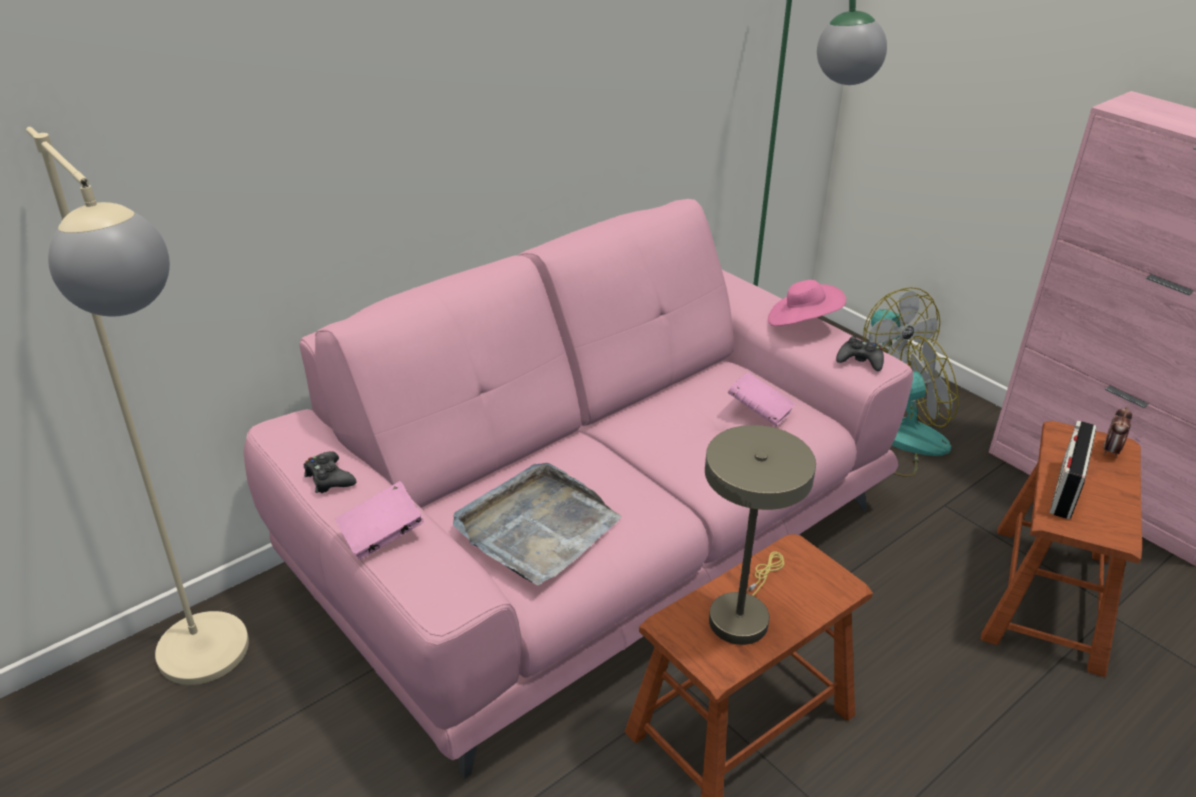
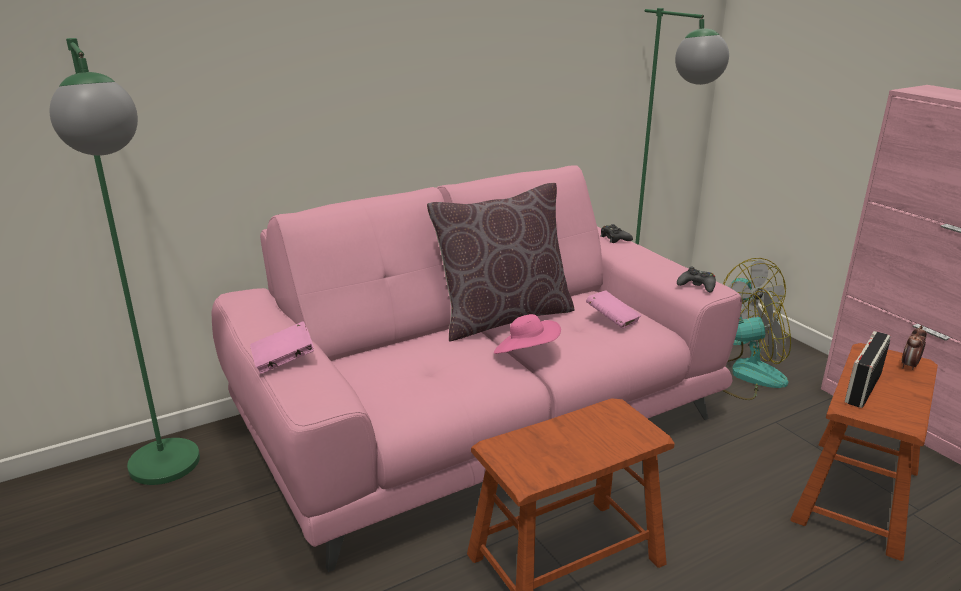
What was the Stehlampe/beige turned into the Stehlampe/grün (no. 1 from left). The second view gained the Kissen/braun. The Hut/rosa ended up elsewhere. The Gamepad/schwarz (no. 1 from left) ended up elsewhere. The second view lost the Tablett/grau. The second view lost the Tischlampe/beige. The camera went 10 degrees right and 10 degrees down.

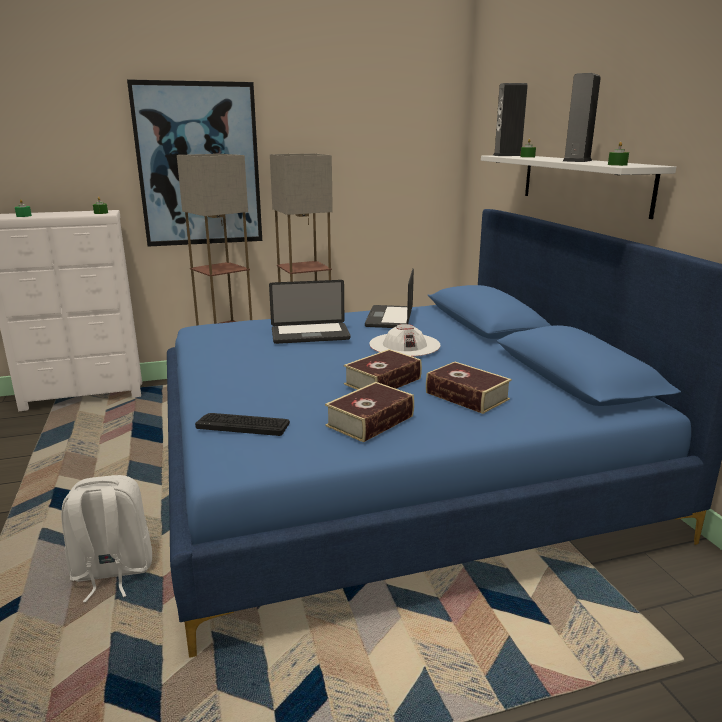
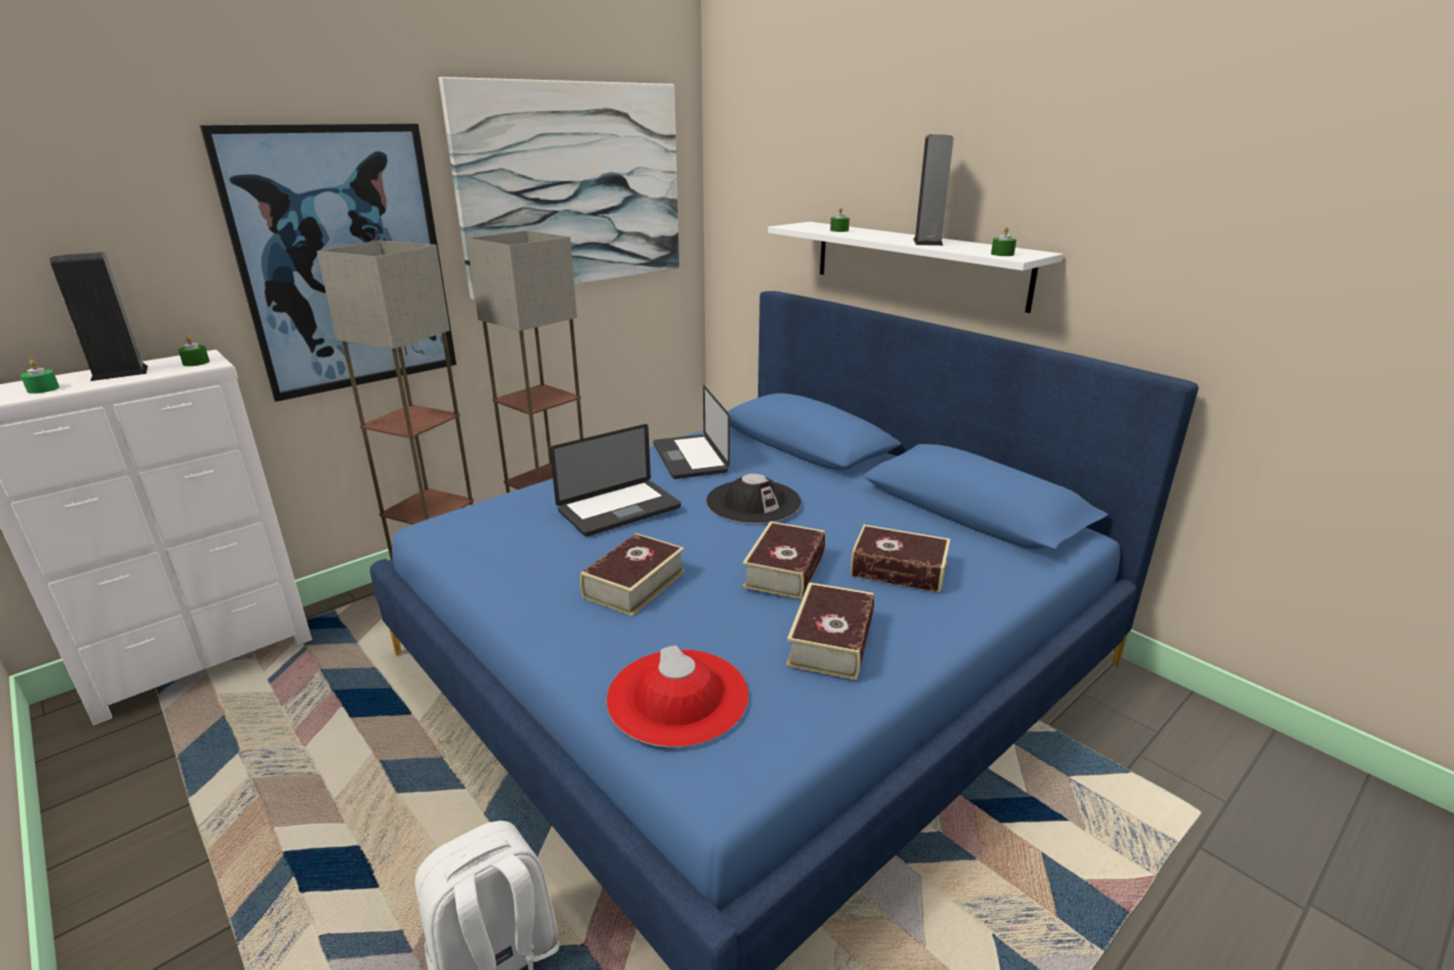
The Lautsprecher (no. 1 from left) ended up elsewhere. The second view gained the Bild (no. 2 from left). The second view gained the Buch (no. 1 from left). Where the Tastatur stood, the Hut/rot came to stand. What was the Hut/weiß turned into the Hut/schwarz. The camera went 25 degrees left and 5 degrees up.

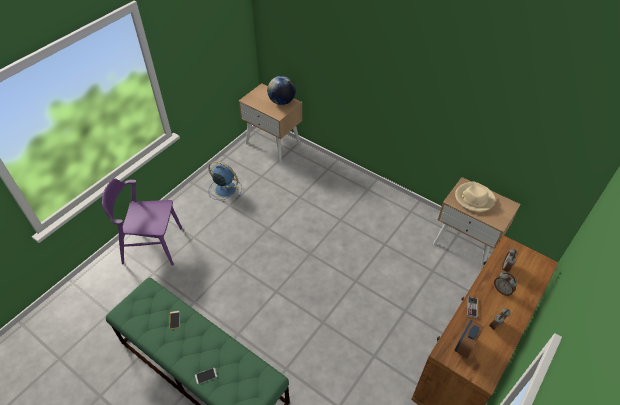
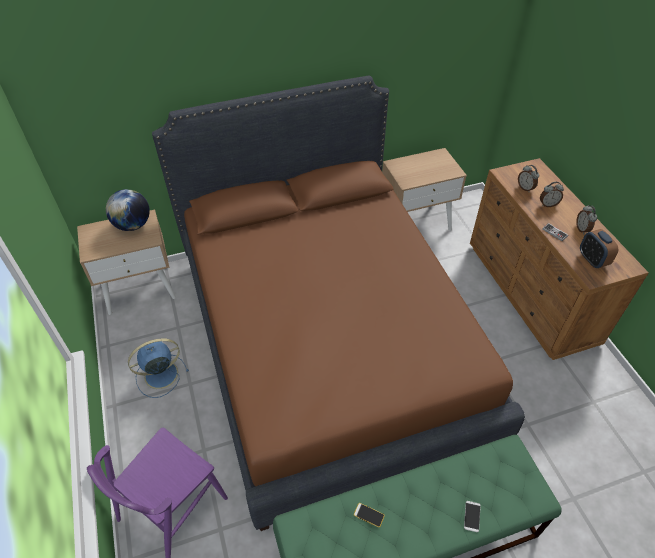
The second view gained the Bett/braun. The second view lost the Hut/beige. The camera went 55 degrees left and 0 degrees up.

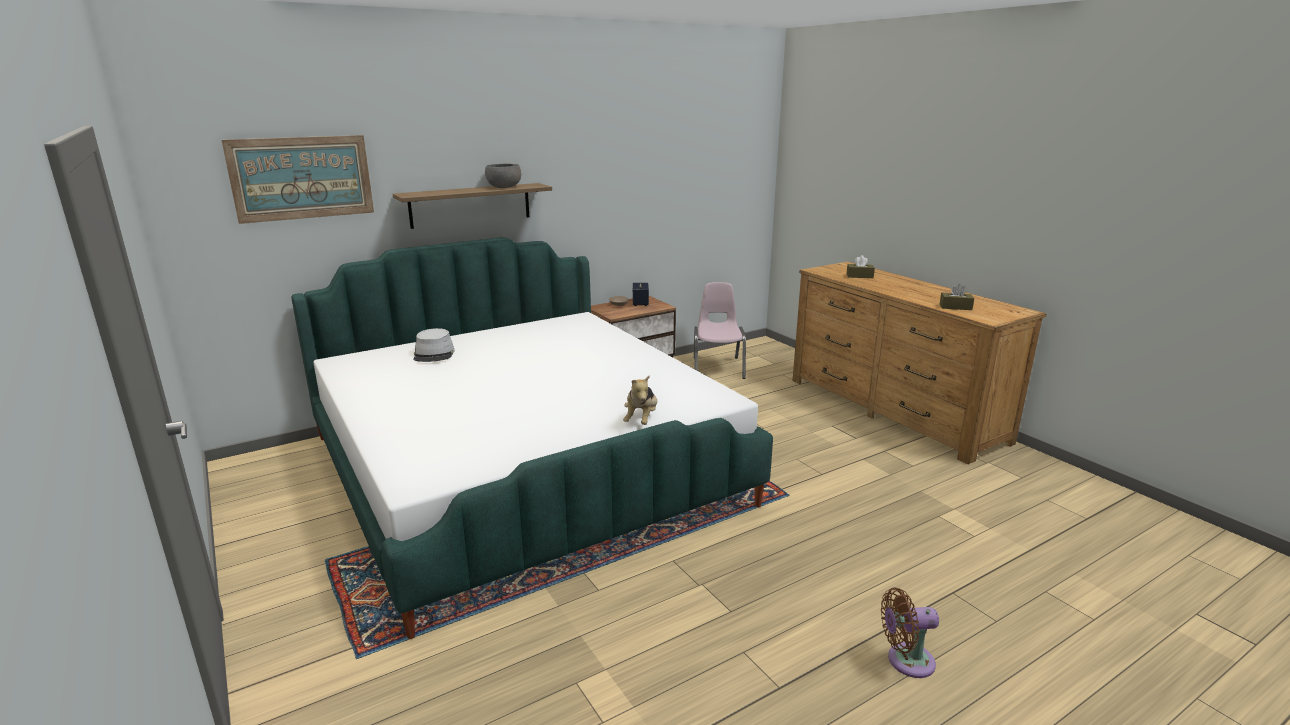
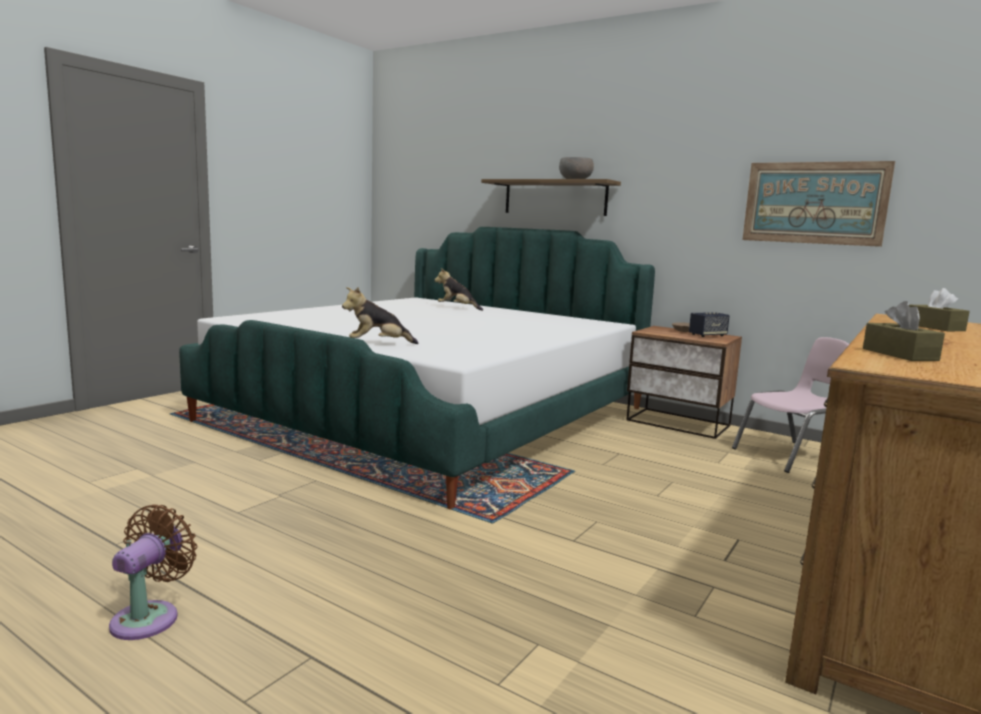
The Ventilator/braun ended up facing another way, 45 degrees clockwise from before. Where the Hut/grau stood, the Plüschtier (no. 2 from left) came to stand. The Bild ended up elsewhere. The camera went 65 degrees right and 10 degrees down.

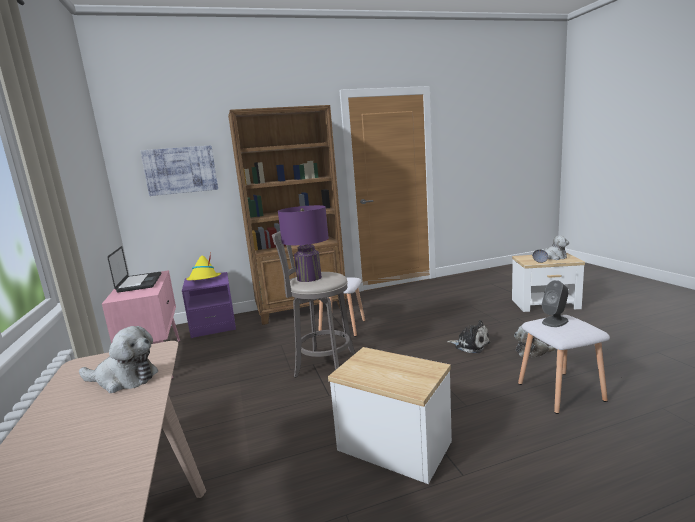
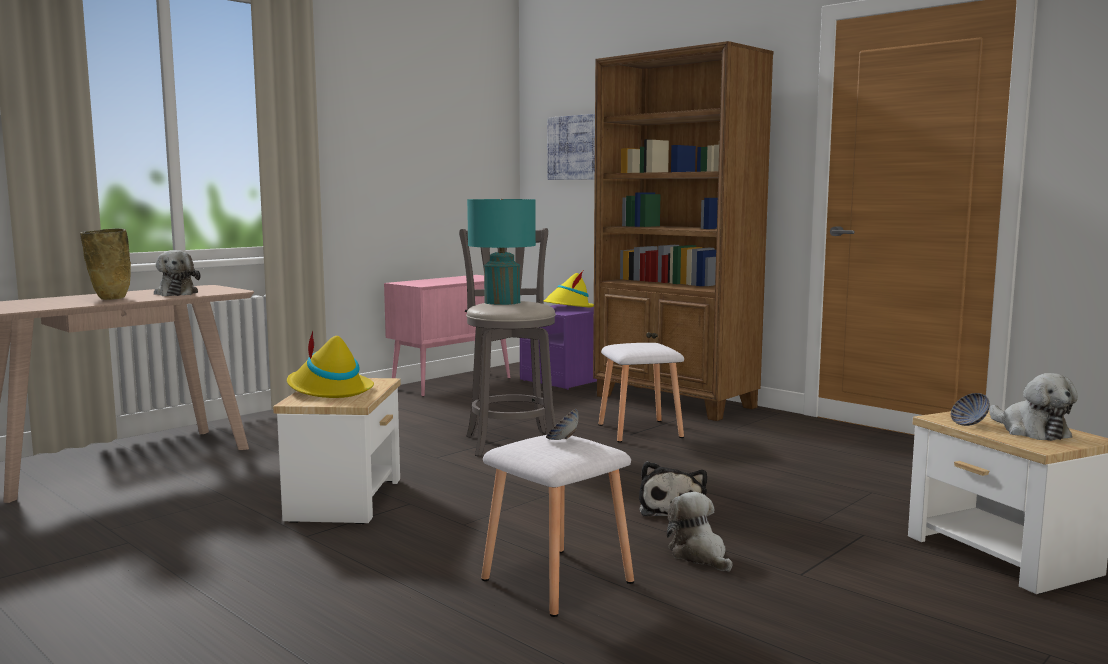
The second view gained the Vase/beige. The second view gained the Hut/gelb (no. 1 from left). What was the Tischlampe/lila turned into the Tischlampe/türkis. Where the Lautsprecher/grau stood, the Schüssel (no. 1 from left) came to stand. The second view lost the Laptop. The camera went 60 degrees right and 5 degrees down.

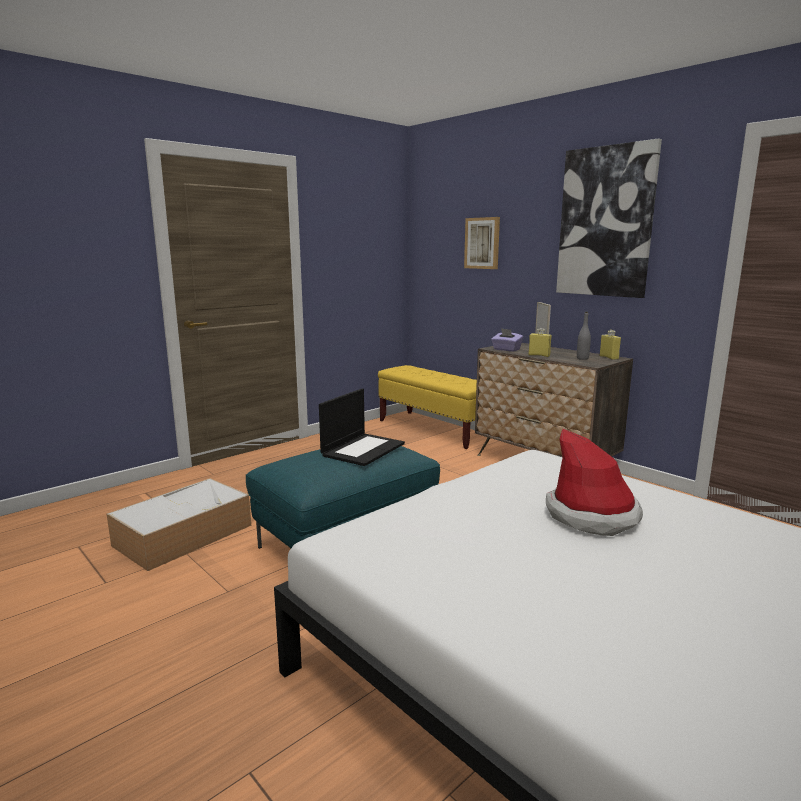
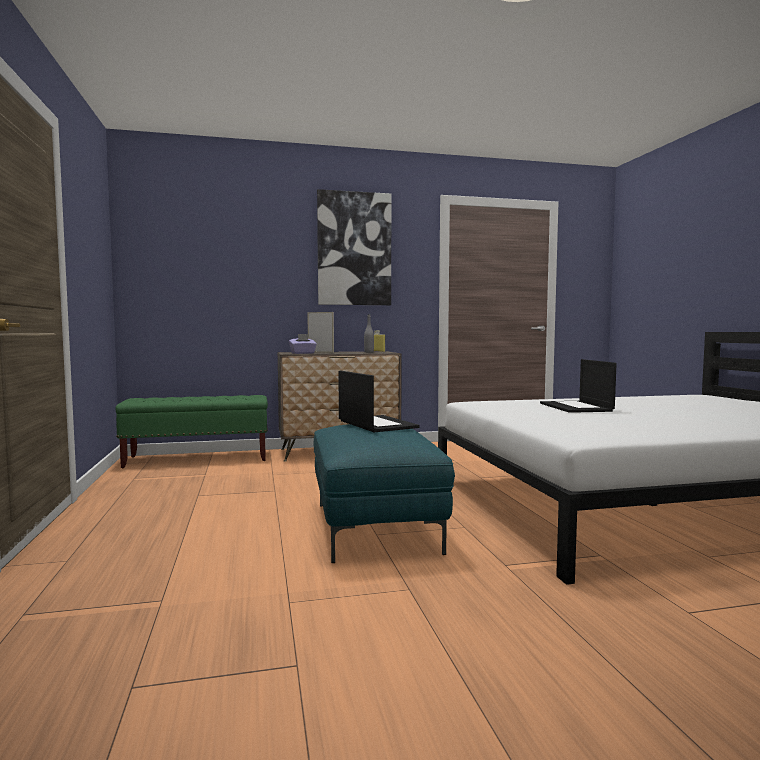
What was the Bank/gelb turned into the Bank/grün. Where the Hut stood, the Laptop (no. 2 from left) came to stand. The second view lost the Aufbewahrungsbox. The second view lost the Bild (no. 1 from left). The second view lost the Flasche/gelb (no. 1 from left). The camera went 60 degrees left and 10 degrees down.

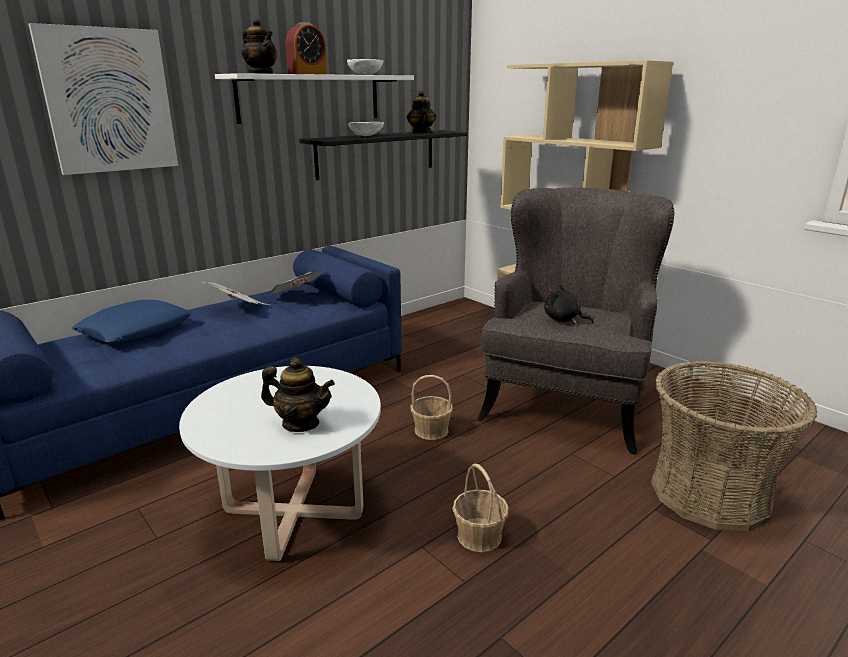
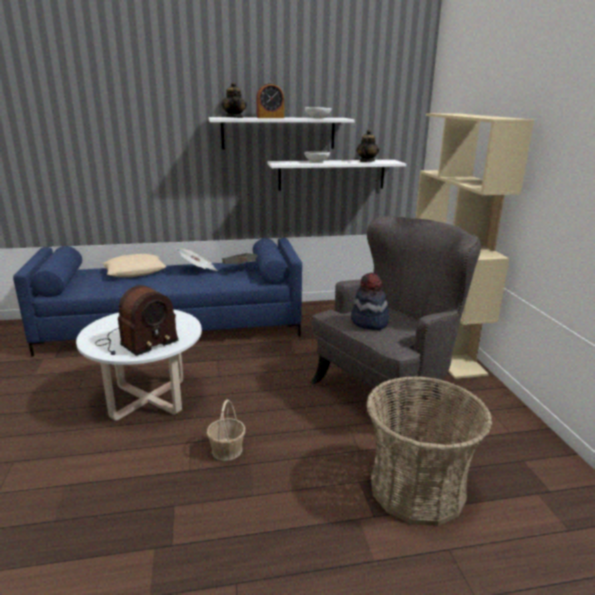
Where the Teekanne (no. 2 from left) stood, the Radio came to stand. What was the Kissen/blau turned into the Kissen/beige. What was the Wandregal/schwarz turned into the Wandregal/weiß (no. 2 from left). Where the Plüschtier/schwarz stood, the Hut came to stand. The second view lost the Bild. The second view lost the Korb (no. 1 from left). The camera went 30 degrees right and 0 degrees up.

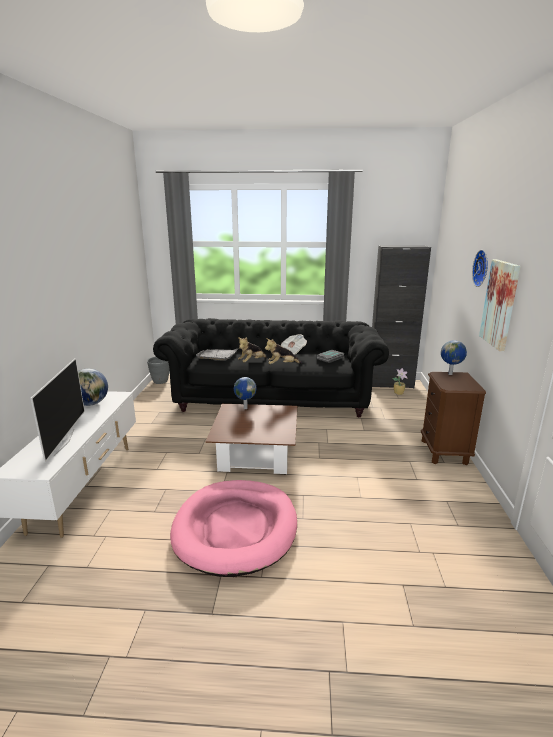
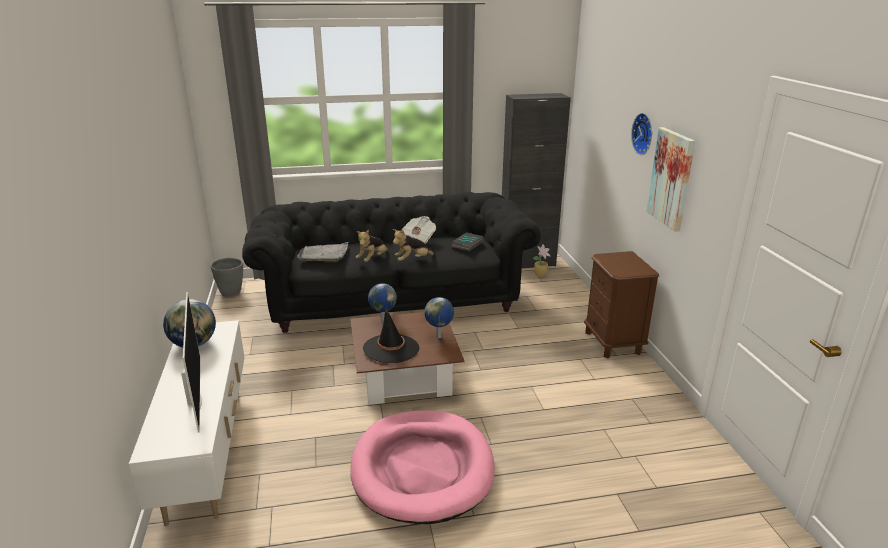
The second view gained the Hut/schwarz. The Globus (no. 3 from left) ended up elsewhere. The camera went 15 degrees left and 5 degrees up.

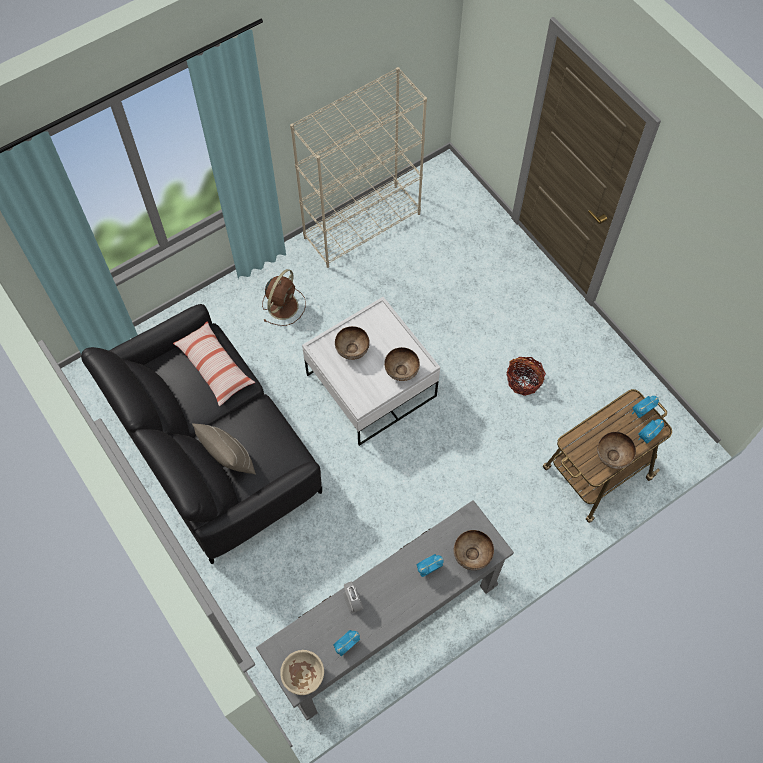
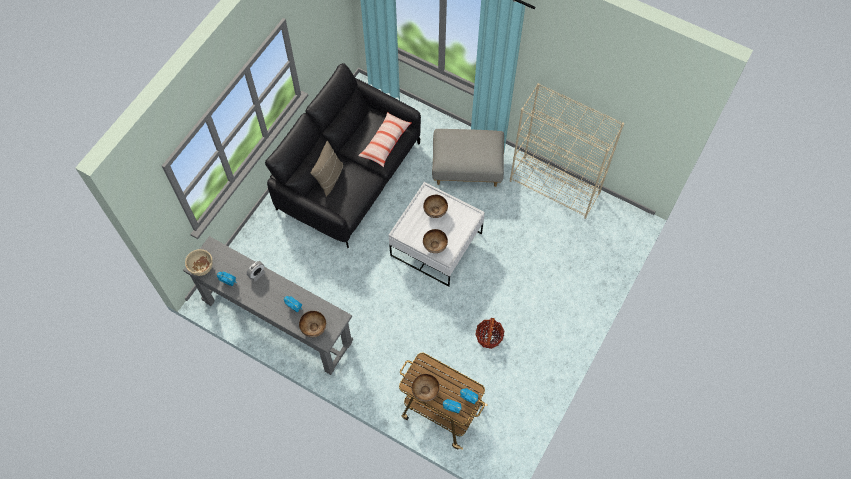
Where the Ventilator/braun stood, the Polsterhocker/grau came to stand. The camera went 65 degrees right and 0 degrees up.

